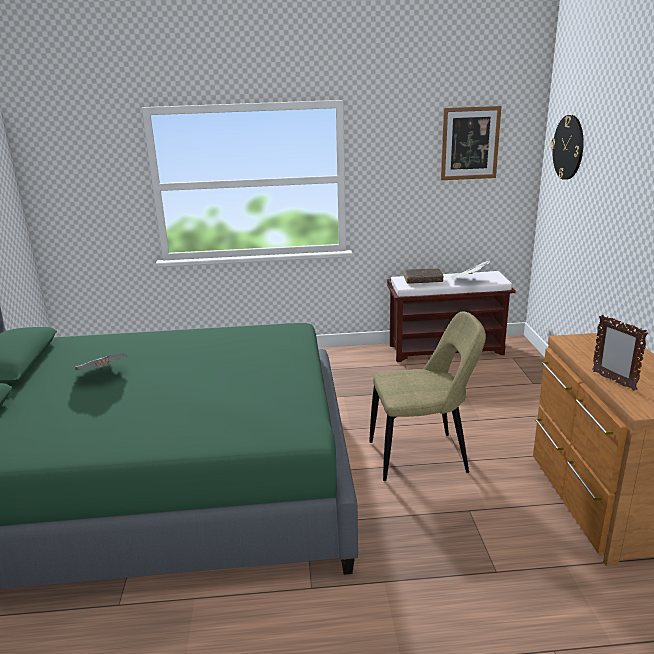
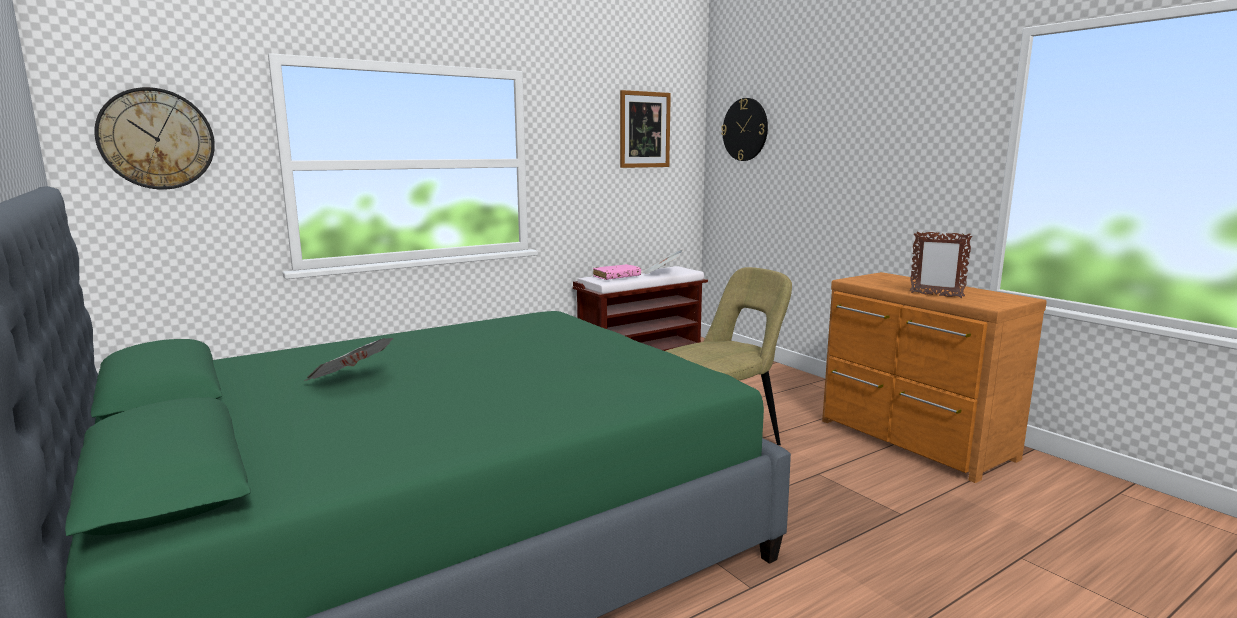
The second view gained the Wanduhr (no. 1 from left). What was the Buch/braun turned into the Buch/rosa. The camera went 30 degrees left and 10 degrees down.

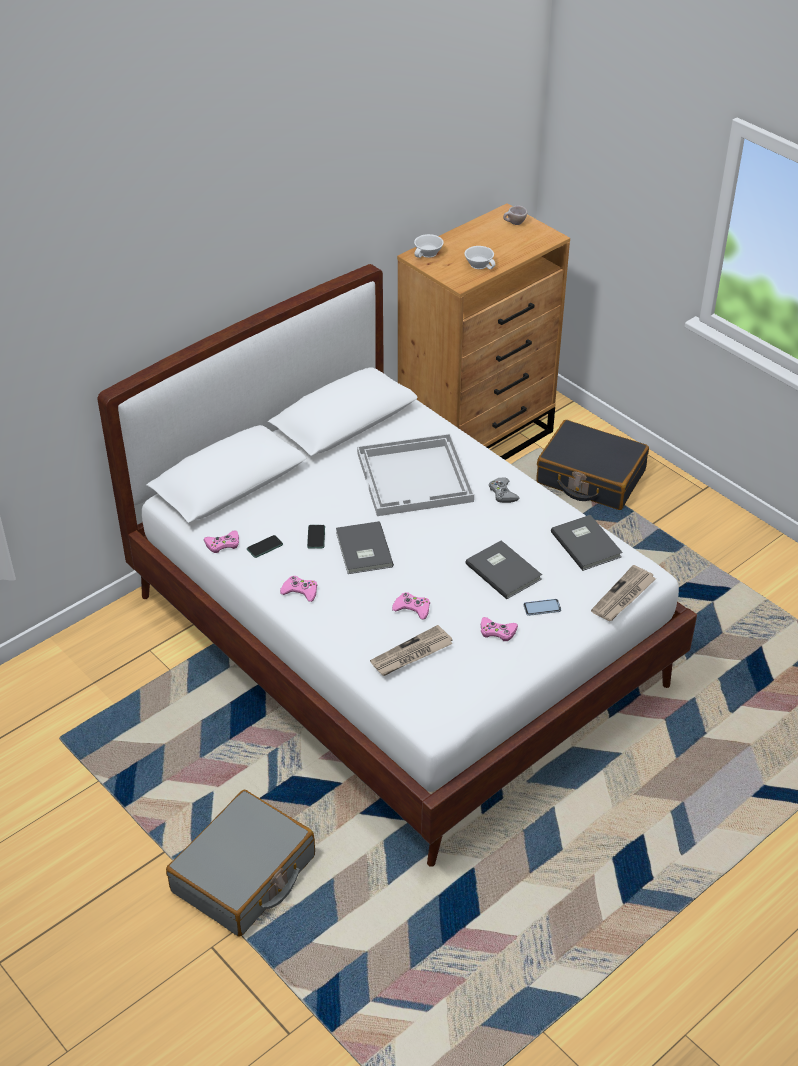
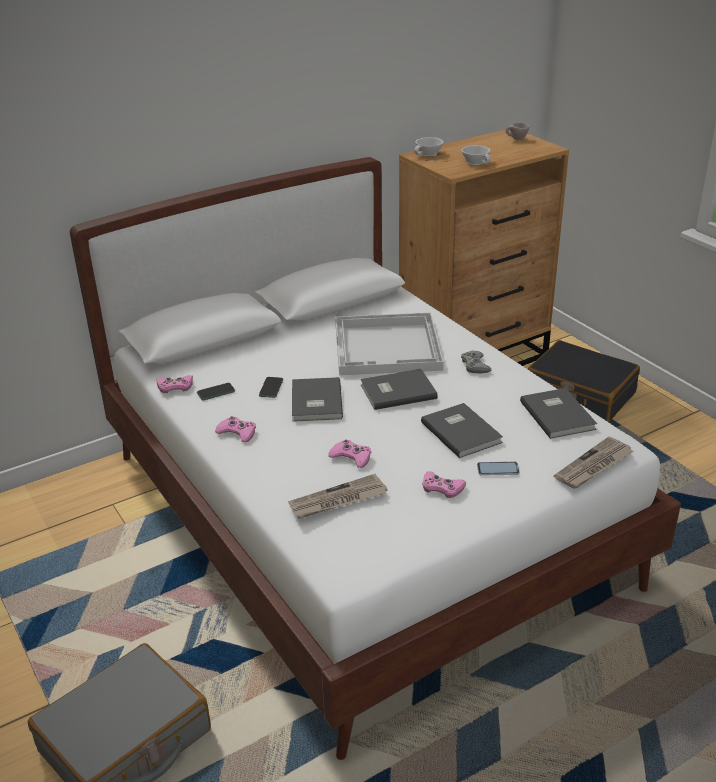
The second view gained the Buch/grau (no. 2 from left). The camera went 10 degrees right and 10 degrees down.

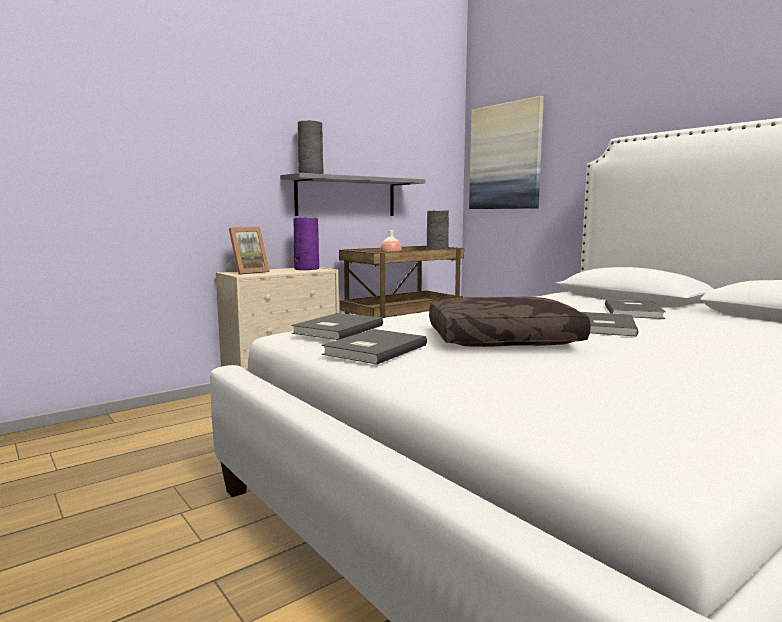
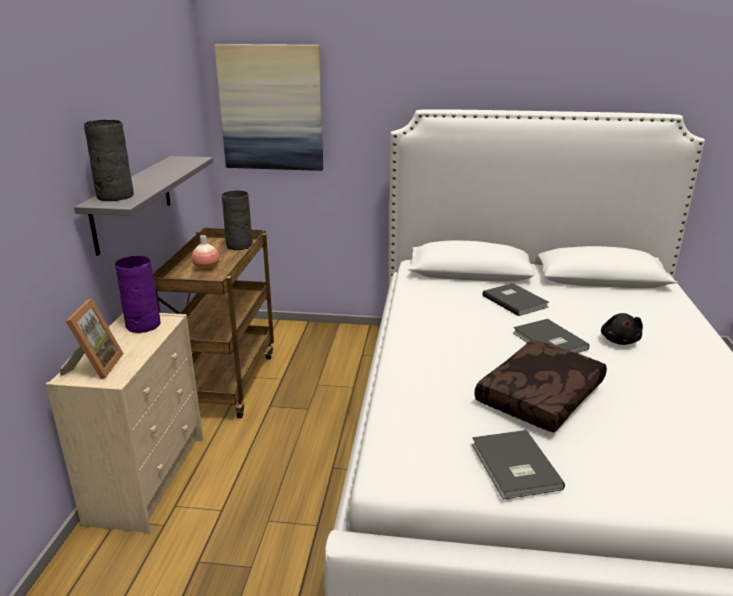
The second view gained the Plüschtier/schwarz. The second view lost the Buch/grau (no. 1 from left). The camera went 45 degrees left and 15 degrees up.

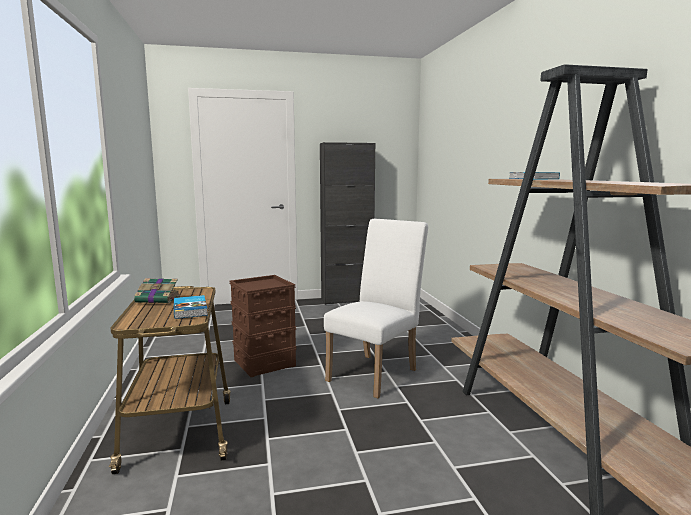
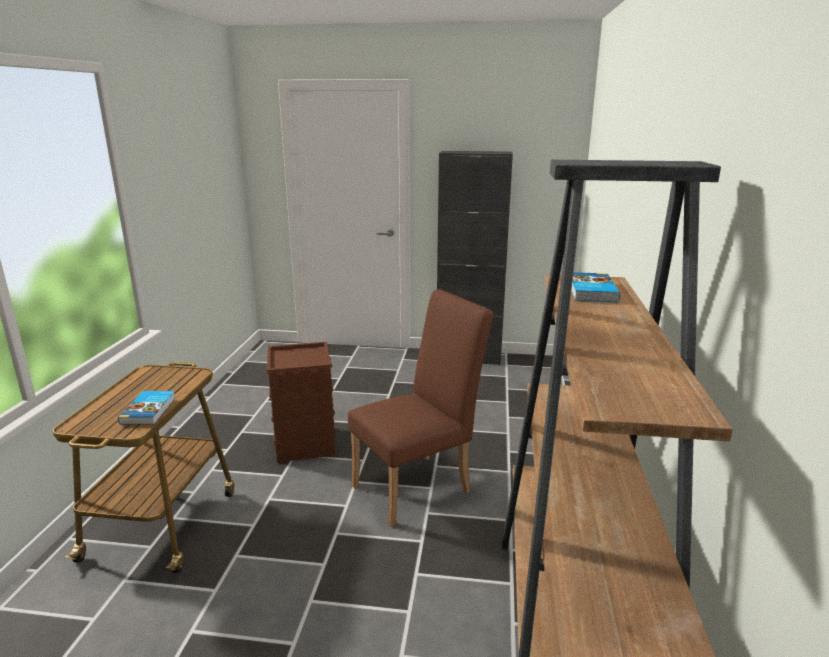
What was the Stuhl/weiß turned into the Stuhl/braun. The second view lost the Buch (no. 1 from left). The camera went 20 degrees right and 10 degrees up.

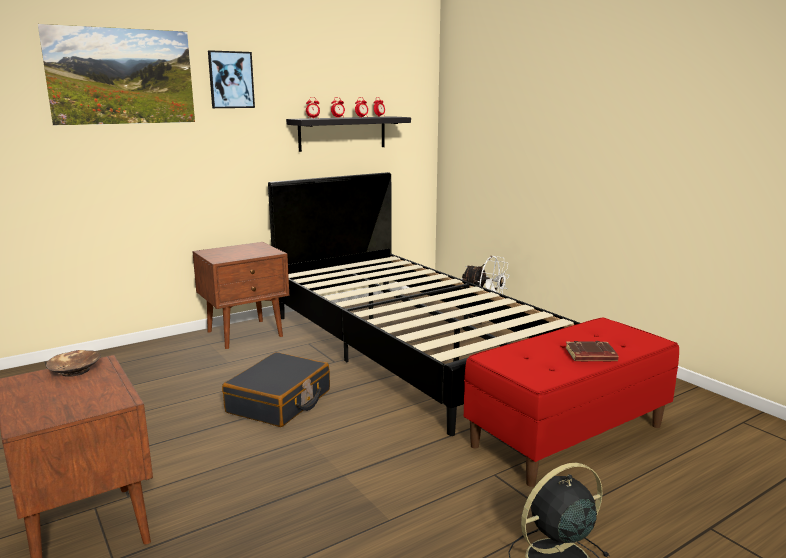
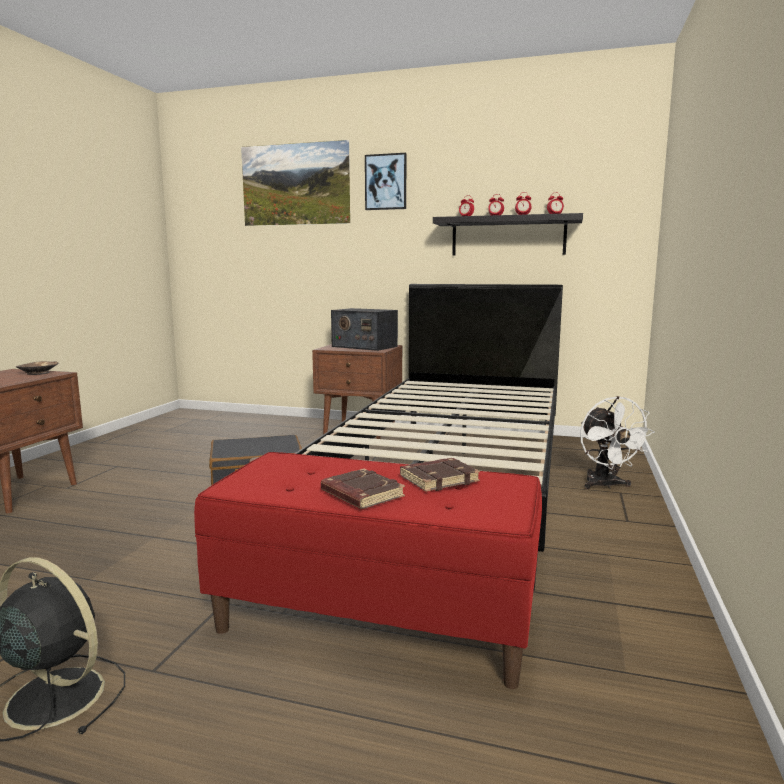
The second view gained the Radio. The second view gained the Buch/braun (no. 2 from left). The camera went 50 degrees right and 5 degrees down.

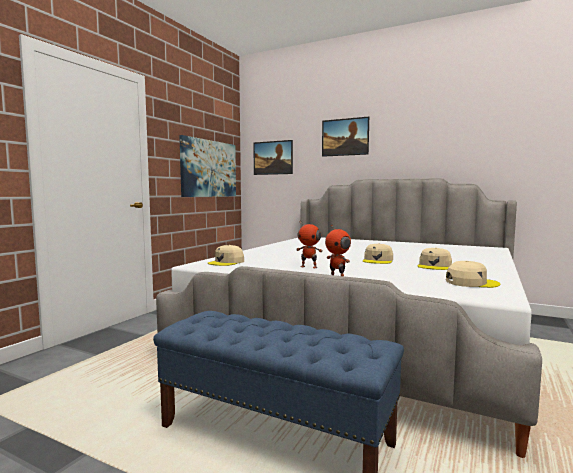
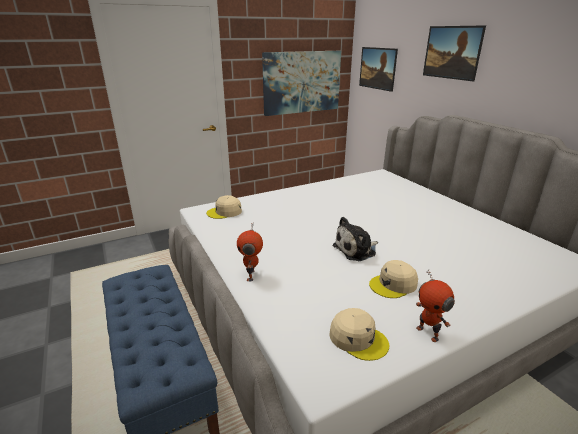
Where the Kappe/beige (no. 2 from left) stood, the Plüschtier came to stand. The Spielzeugroboter (no. 1 from left in the first image) ended up elsewhere. The camera went 35 degrees right and 20 degrees up.

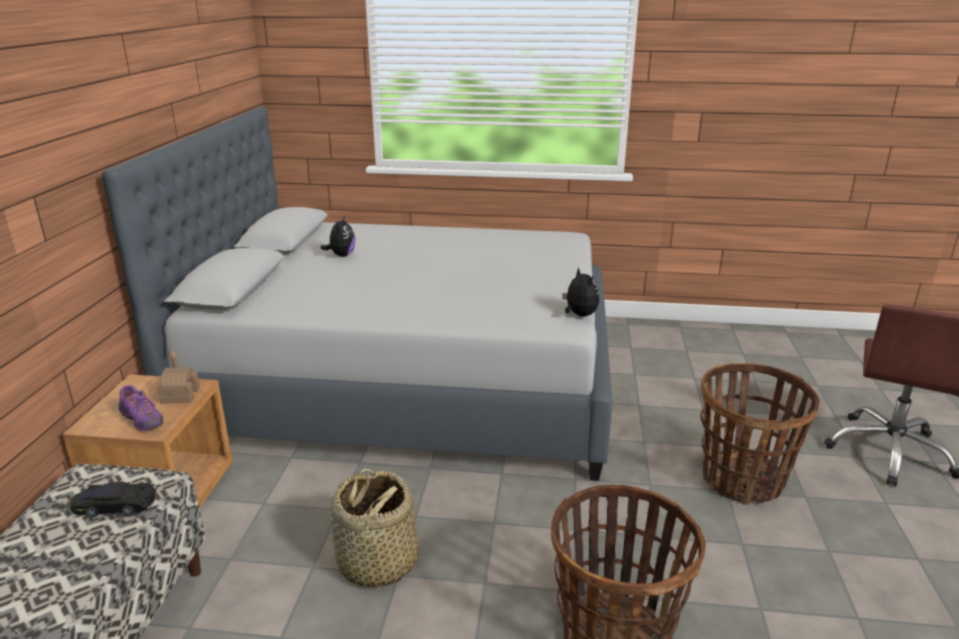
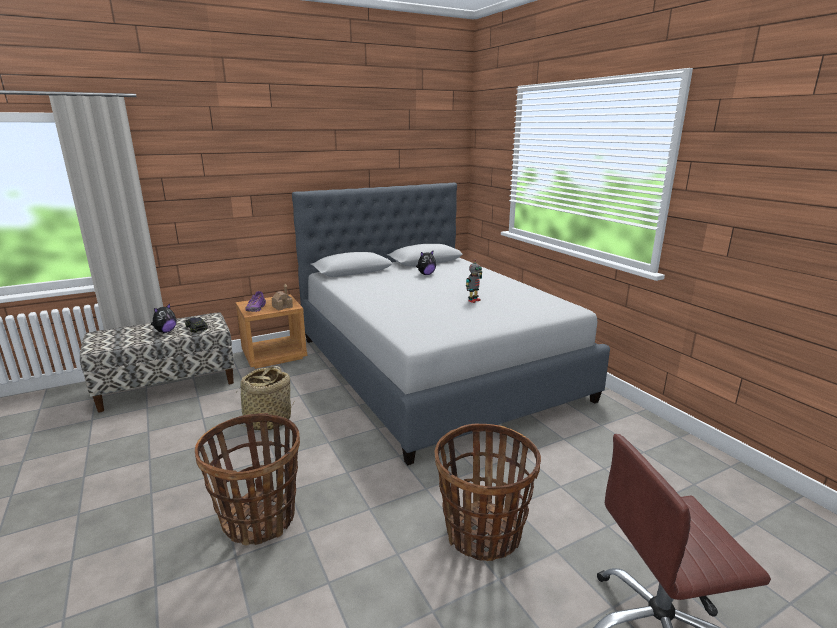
The Plüschtier (no. 2 from left in the first image) ended up elsewhere. The second view gained the Spielzeugroboter. The camera went 55 degrees right and 5 degrees down.

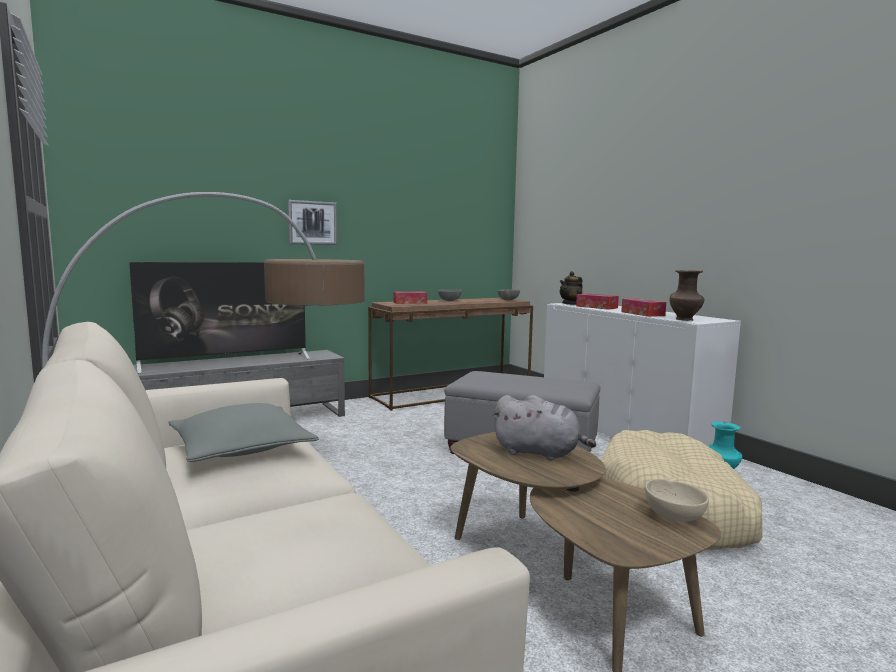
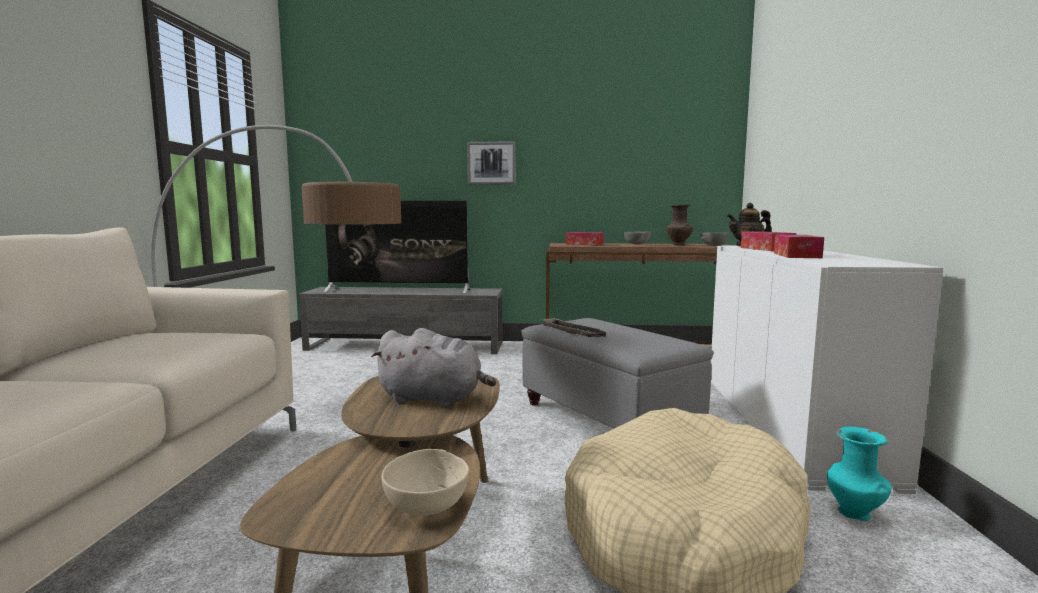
The Plüschtier/grau ended up facing another way, 45 degrees counterclockwise from before. The second view gained the Tablett. The Vase/braun ended up elsewhere. The second view lost the Kissen/grau. The camera went 35 degrees right and 0 degrees up.

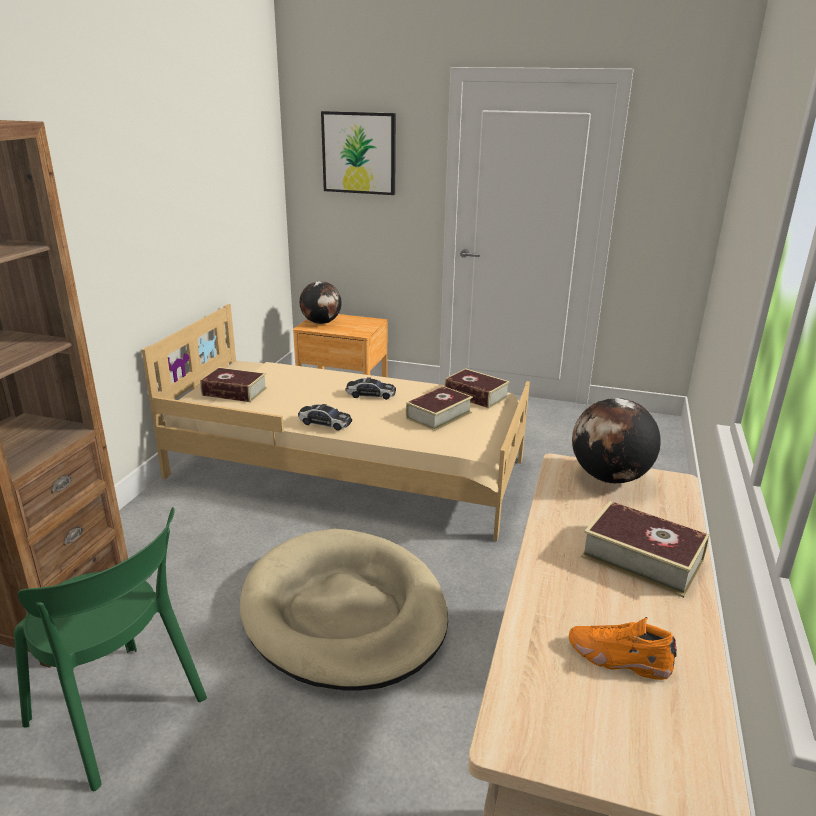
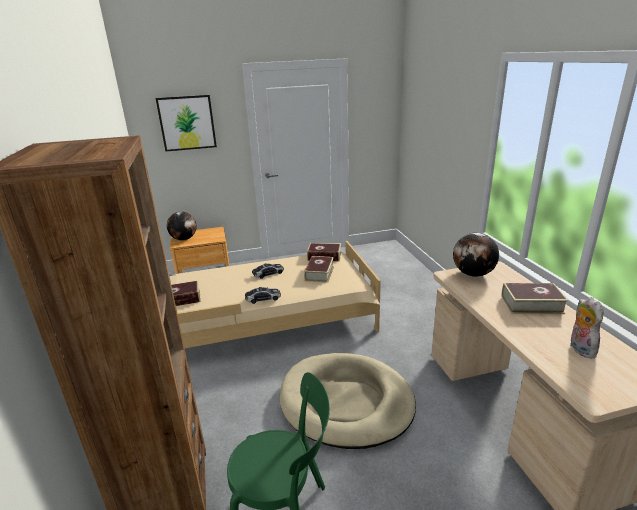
Where the Schuh/orange stood, the Plüschtier came to stand. The camera went 30 degrees left and 0 degrees up.

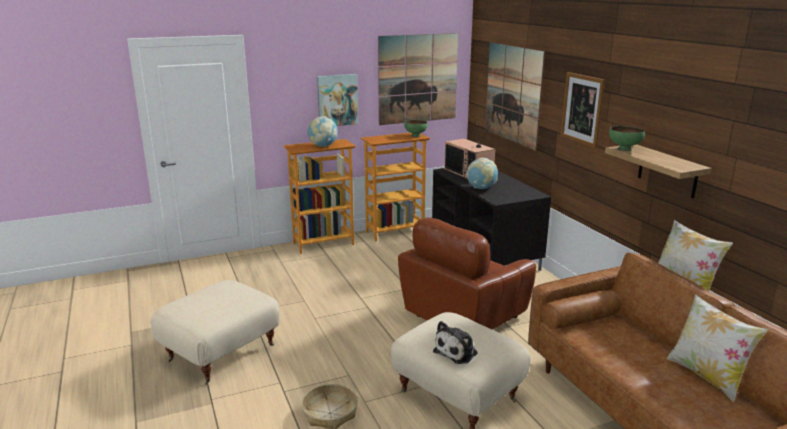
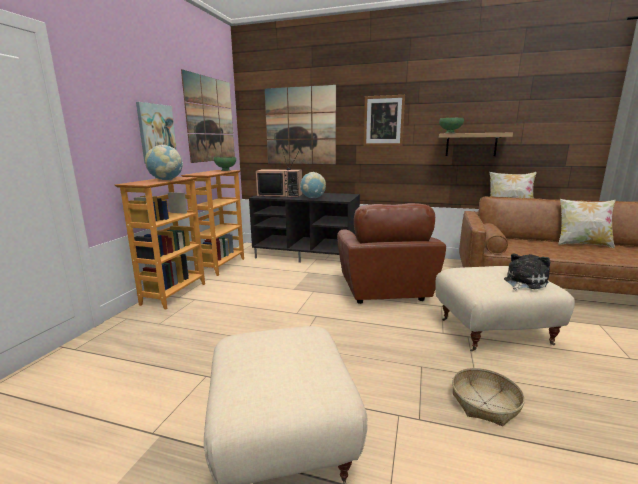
The Plüschtier ended up facing another way, 120 degrees counterclockwise from before. The camera went 50 degrees left and 5 degrees down.

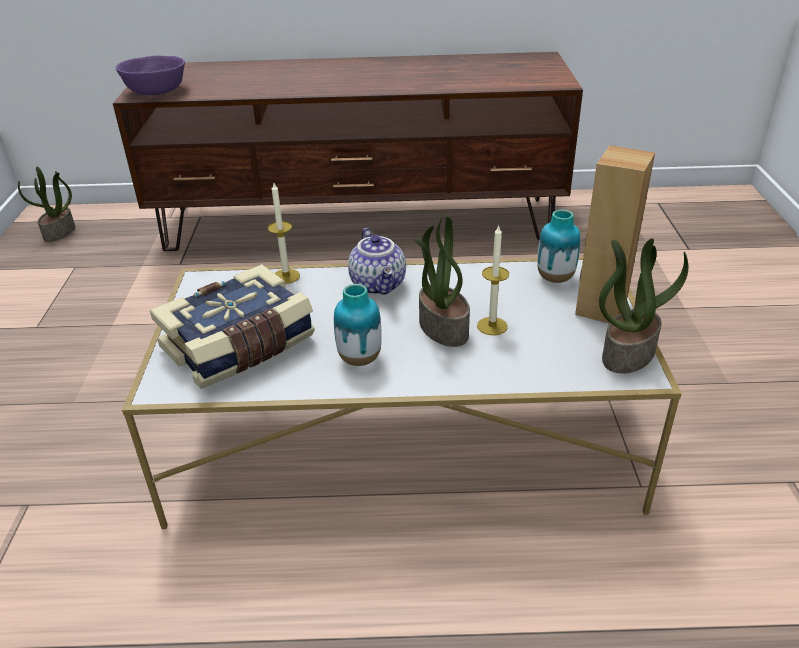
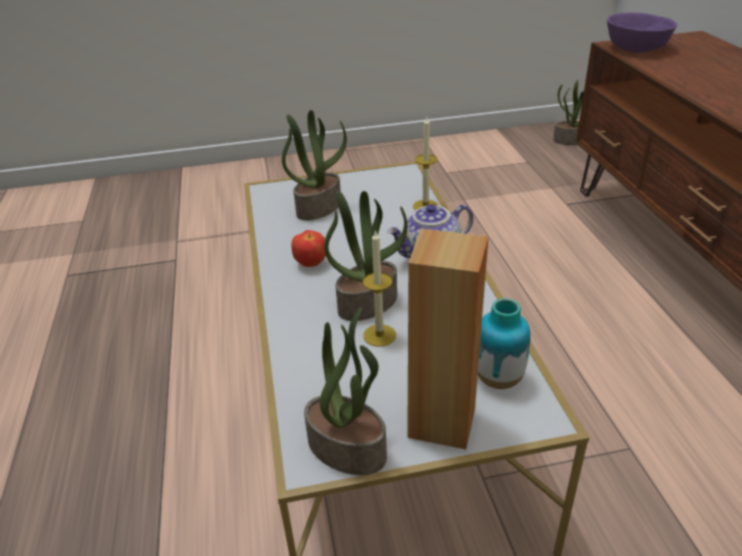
Where the Buch stood, the Topfpflanze (no. 1 from left) came to stand. Where the Vase (no. 1 from left) stood, the Apfel came to stand. The camera went 80 degrees right and 0 degrees up.

